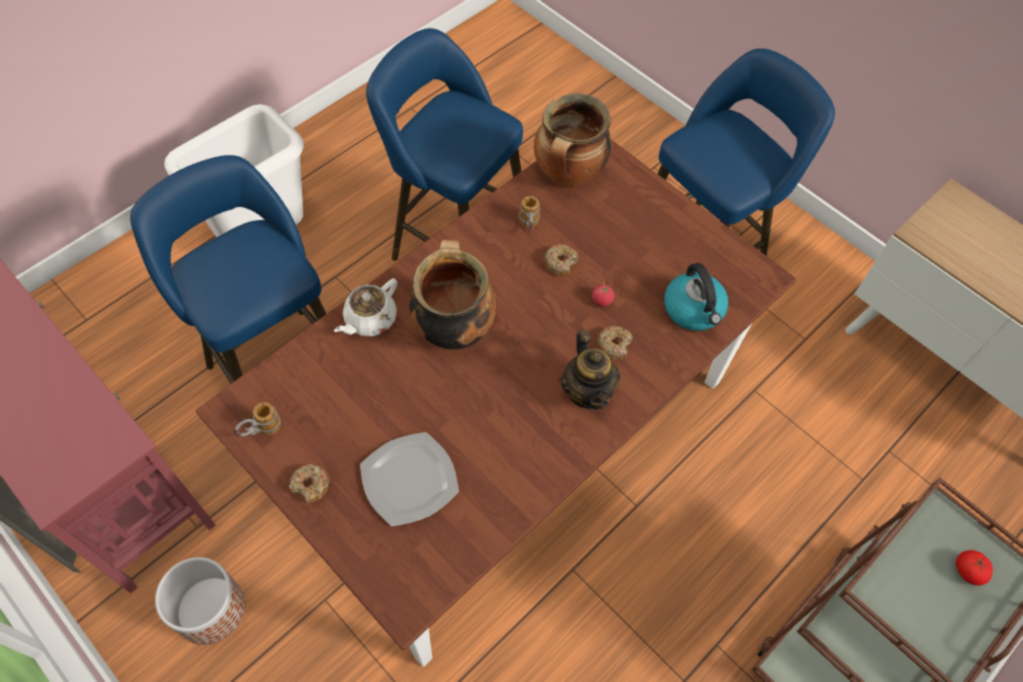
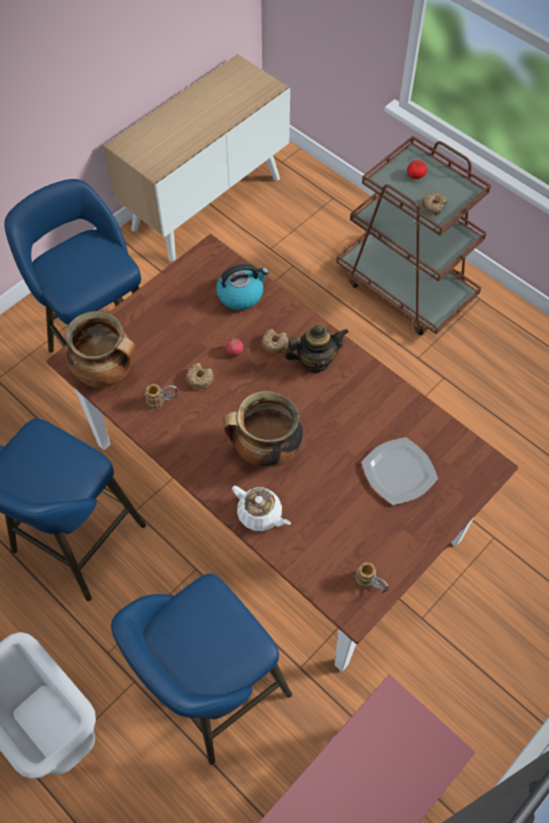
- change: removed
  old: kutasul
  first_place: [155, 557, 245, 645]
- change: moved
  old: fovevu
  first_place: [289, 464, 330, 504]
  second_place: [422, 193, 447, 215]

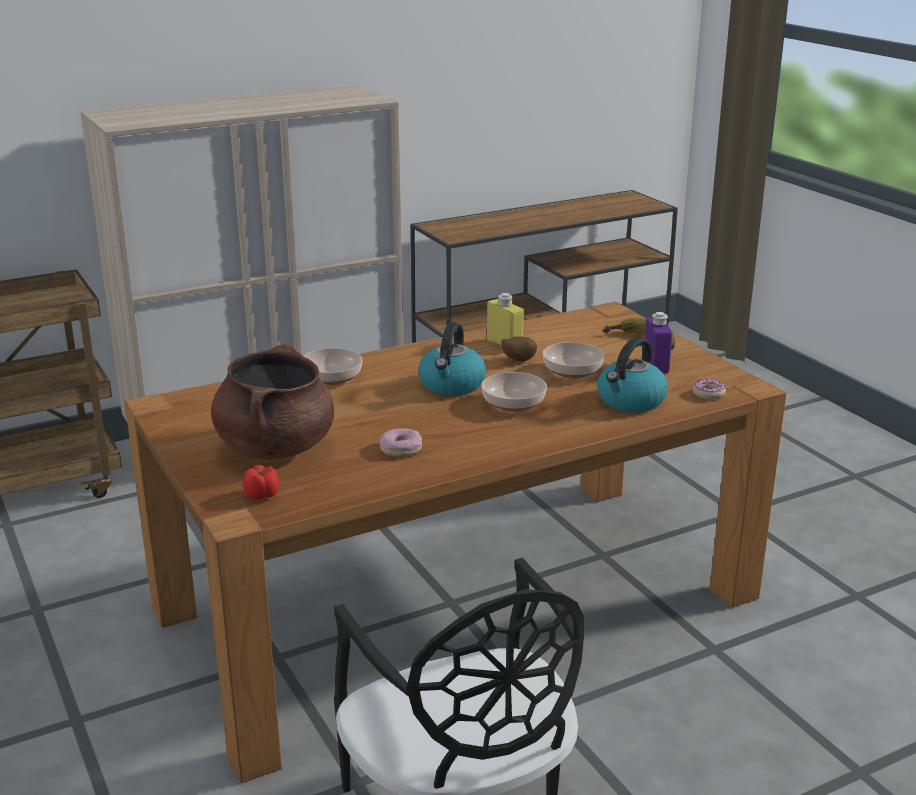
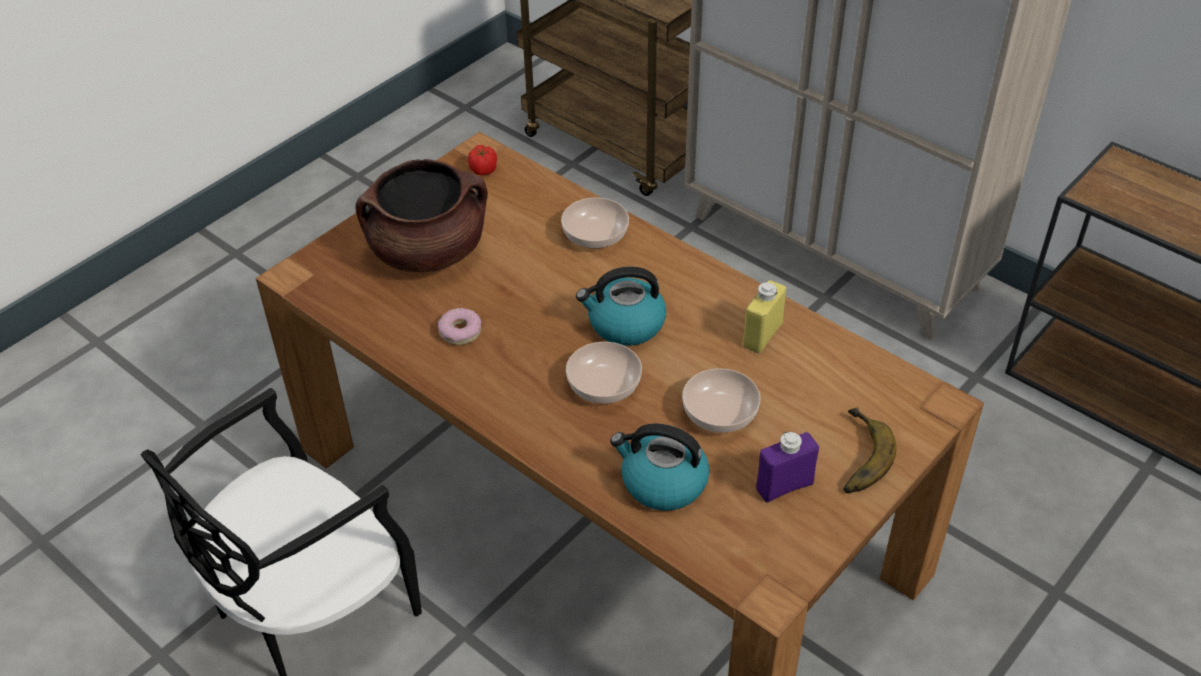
- change: removed
  old: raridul
  first_place: [501, 336, 537, 362]
- change: removed
  old: fovevu
  first_place: [692, 379, 726, 400]
- change: moved
  old: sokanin
  first_place: [243, 465, 279, 500]
  second_place: [468, 145, 497, 176]

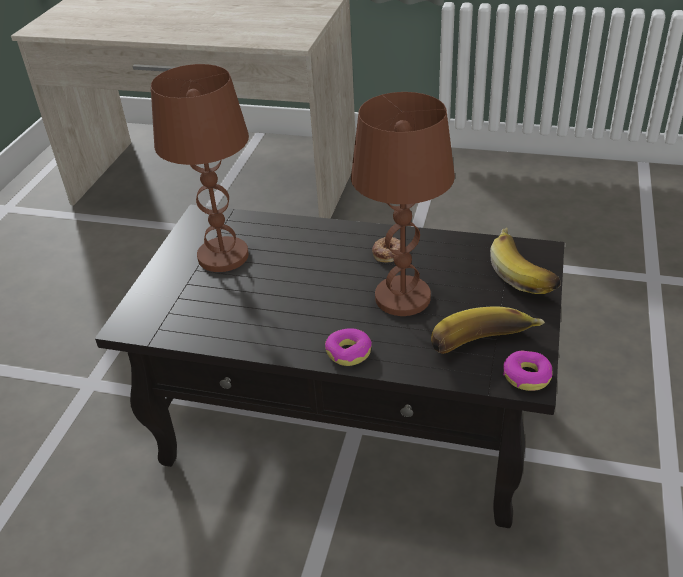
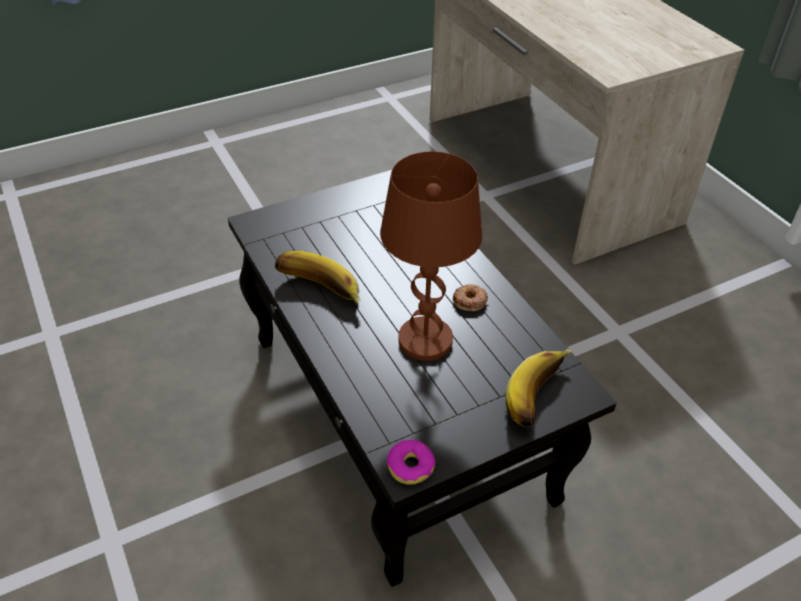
- change: removed
  old: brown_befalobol
  first_place: [151, 64, 249, 272]
- change: removed
  old: fovevu
  first_place: [325, 328, 372, 366]
- change: moved
  old: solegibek
  first_place: [431, 306, 545, 354]
  second_place: [275, 251, 361, 303]

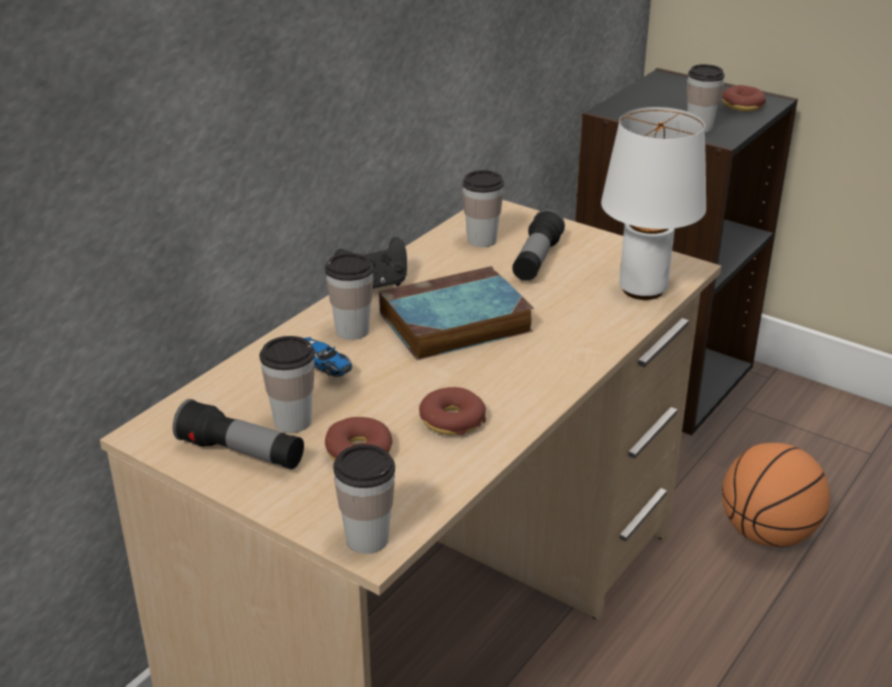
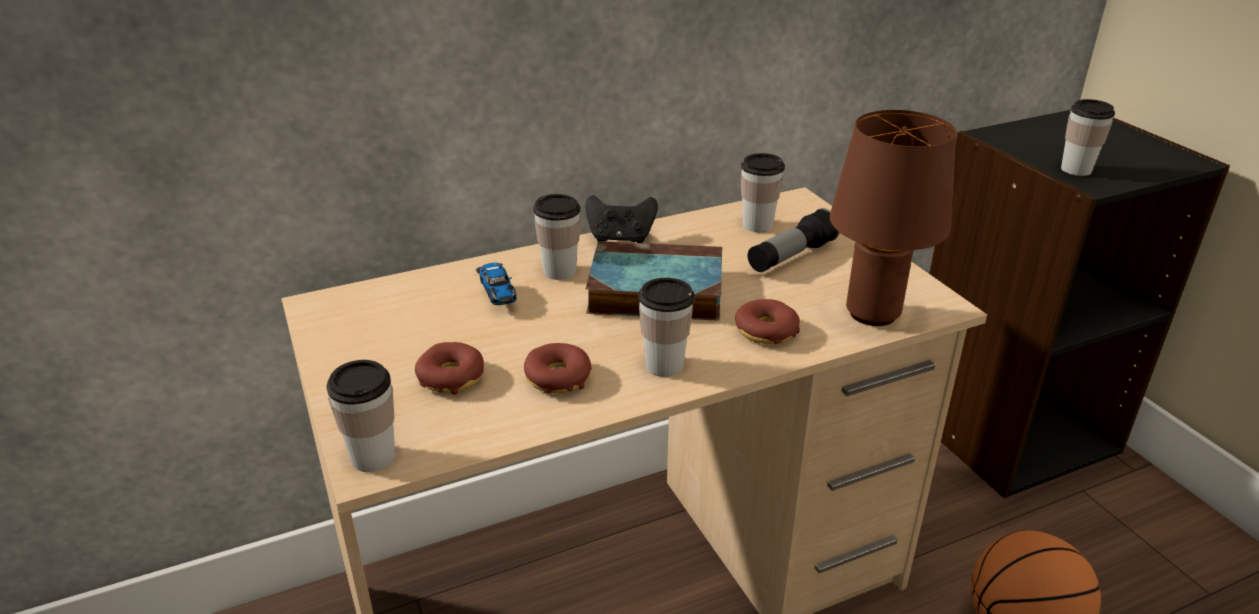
- change: removed
  old: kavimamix
  first_place: [173, 399, 304, 469]
- change: moved
  old: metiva
  first_place: [259, 336, 315, 433]
  second_place: [638, 278, 695, 377]
- change: moved
  old: fovevu
  first_place: [722, 85, 766, 112]
  second_place: [735, 299, 800, 344]
- change: recoloured
  old: white_befalobol
  new: brown_befalobol
  first_place: [601, 107, 706, 300]
  second_place: [830, 110, 957, 326]

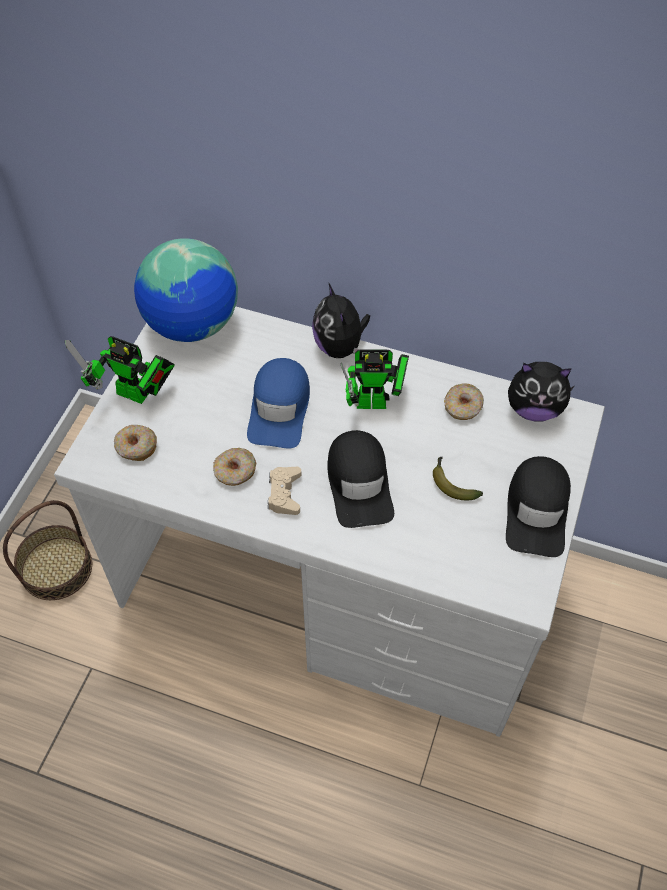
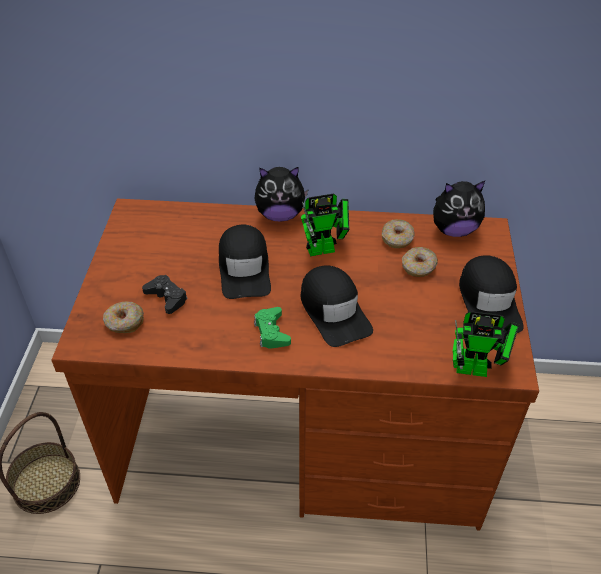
- change: removed
  old: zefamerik
  first_place: [134, 238, 238, 342]
- change: removed
  old: solegibek
  first_place: [433, 457, 483, 500]
- change: added
  new: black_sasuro
  second_place: [142, 275, 188, 314]
- change: moved
  old: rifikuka
  first_place: [65, 336, 175, 404]
  second_place: [453, 311, 519, 377]
- change: moved
  old: fovevu
  first_place: [213, 448, 256, 486]
  second_place: [402, 247, 438, 277]
- change: recoloured
  old: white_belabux
  new: brown_belabux
  first_place: [54, 306, 605, 737]
  second_place: [51, 198, 539, 531]
- change: recoloured
  old: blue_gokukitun
  new: black_gokukitun
  first_place: [247, 358, 310, 448]
  second_place: [219, 225, 271, 299]
- change: recoloured
  old: beige_sasuro
  new: green_sasuro
  first_place: [268, 467, 302, 515]
  second_place: [254, 307, 291, 349]
- change: turned
  old: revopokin
  first_place: [312, 284, 370, 358]
  second_place: [254, 166, 309, 222]
  degrees: -60

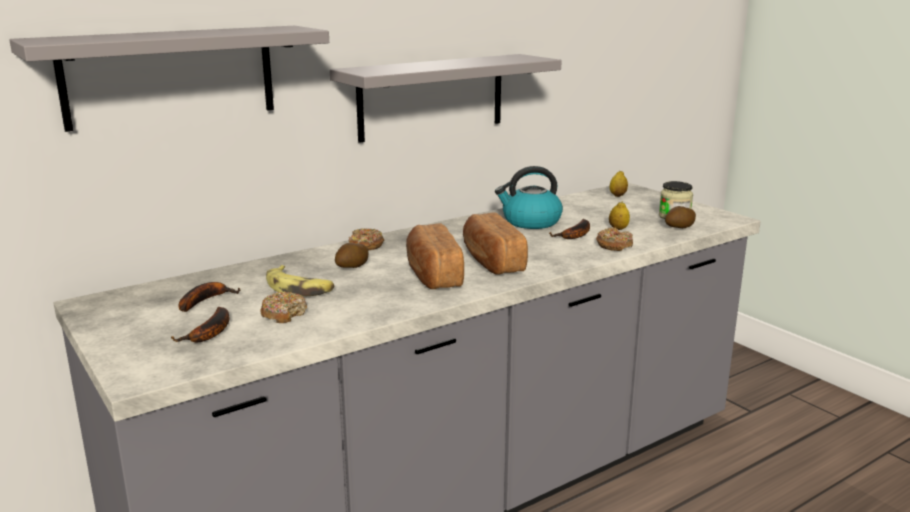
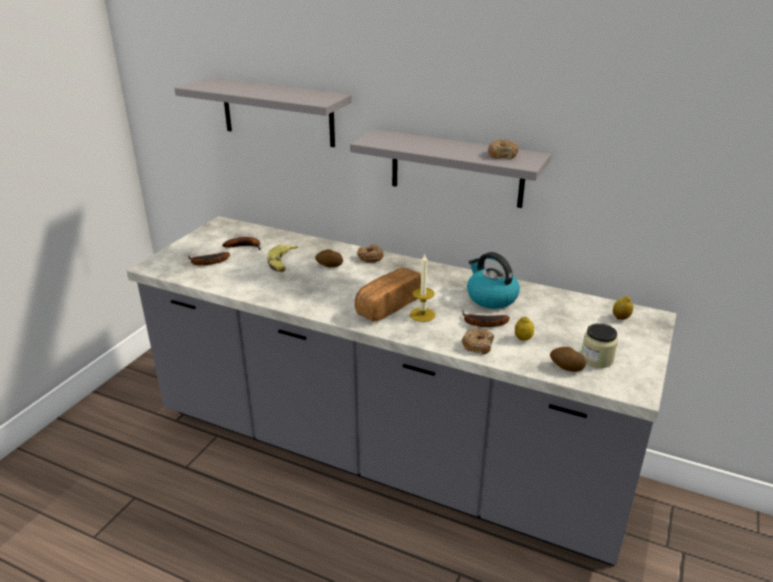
- change: removed
  old: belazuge
  first_place: [406, 223, 464, 289]
- change: added
  new: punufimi
  second_place: [410, 254, 436, 322]
- change: moved
  old: fovevu
  first_place: [260, 291, 307, 323]
  second_place: [488, 140, 519, 159]

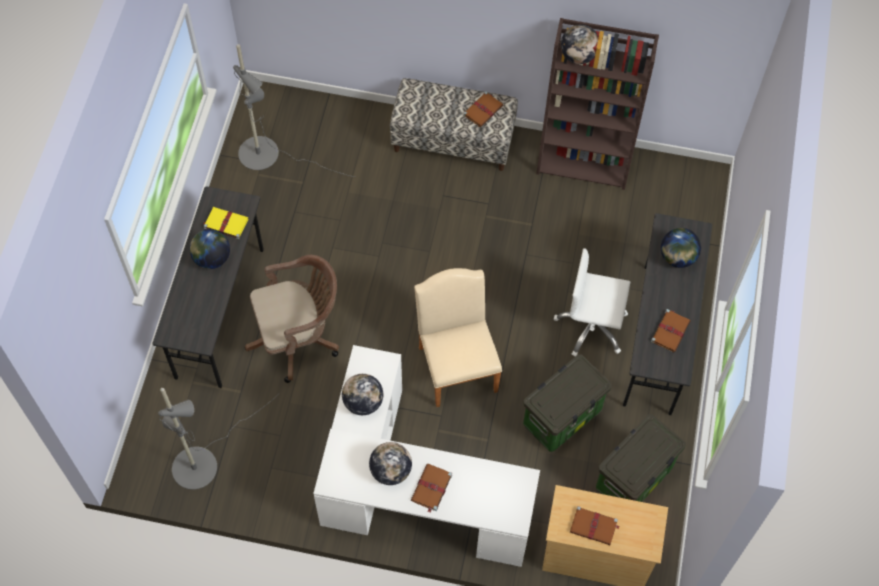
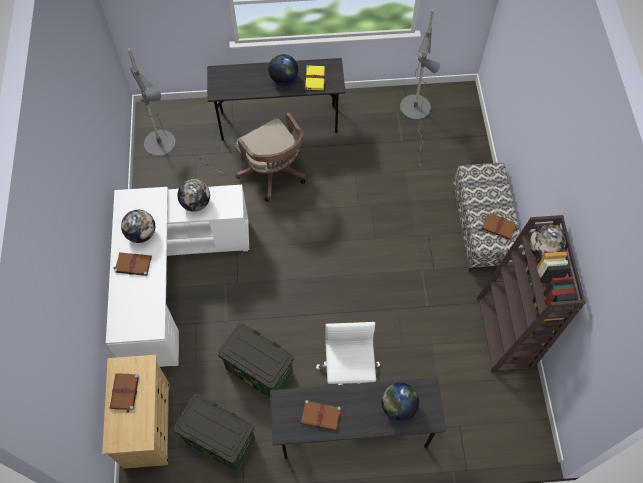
- change: removed
  old: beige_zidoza
  first_place: [414, 268, 502, 407]

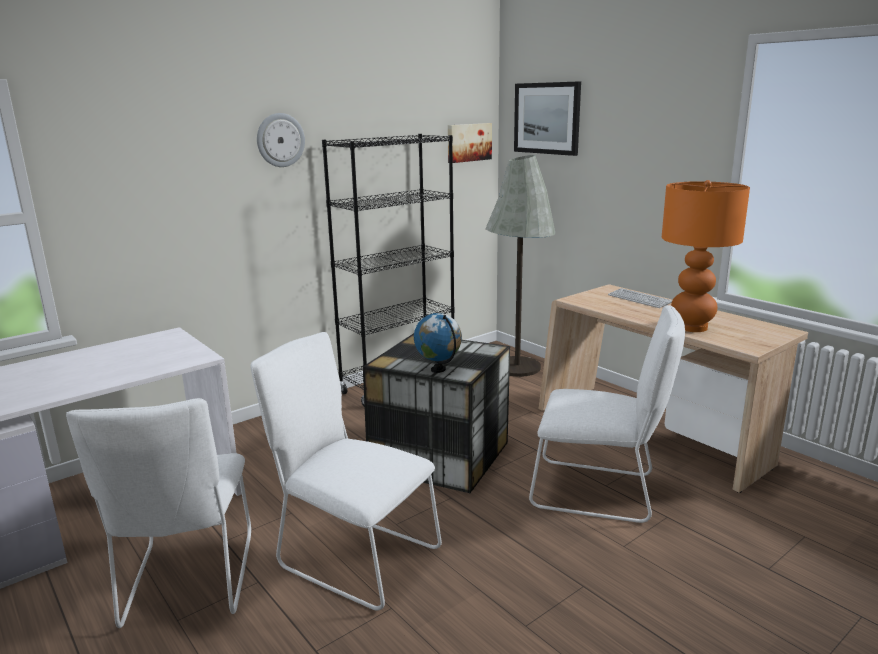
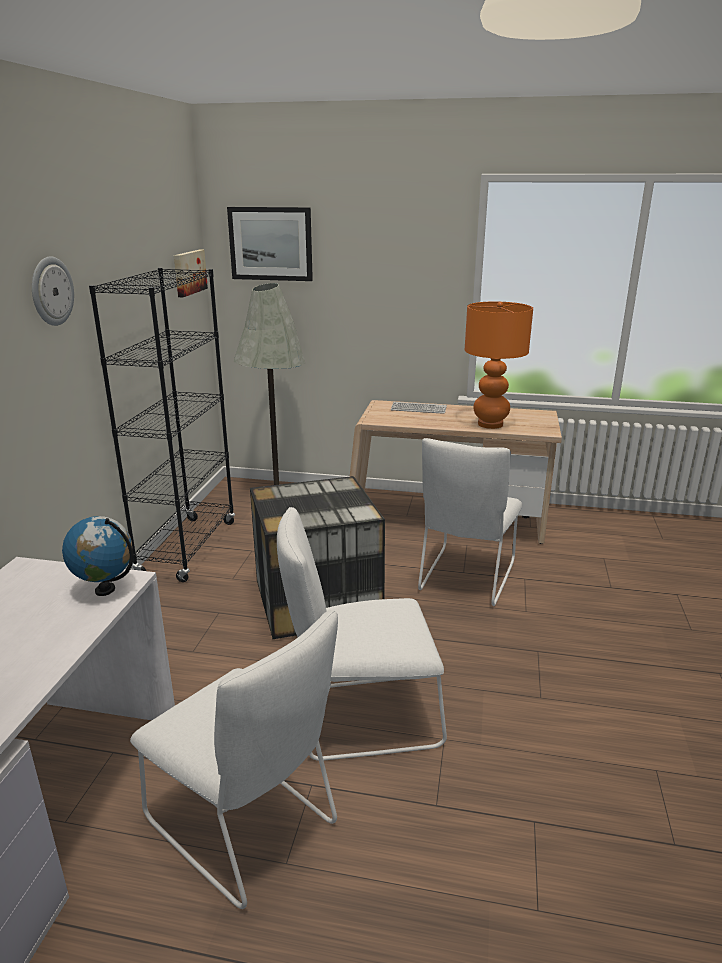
- change: moved
  old: zefamerik
  first_place: [414, 313, 462, 373]
  second_place: [62, 516, 133, 596]
- change: turned
  old: white_zidoza
  first_place: [529, 305, 685, 523]
  second_place: [418, 438, 522, 606]
  degrees: 135

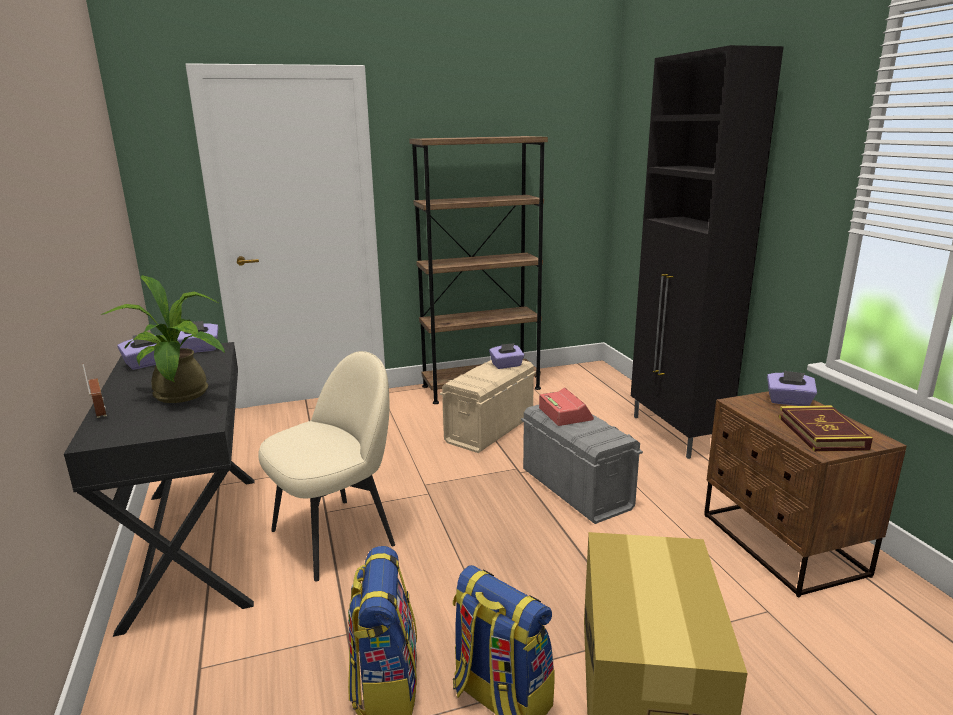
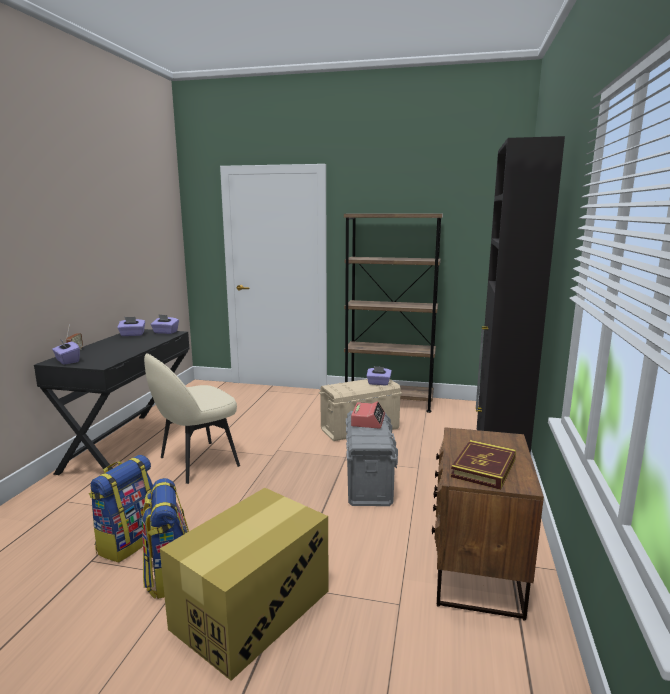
- change: removed
  old: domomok
  first_place: [101, 275, 225, 403]
- change: moved
  old: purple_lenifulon
  first_place: [767, 371, 817, 406]
  second_place: [52, 339, 80, 365]
- change: turned
  old: beige_zidoza
  first_place: [258, 351, 395, 582]
  second_place: [144, 354, 240, 484]
  degrees: 150

